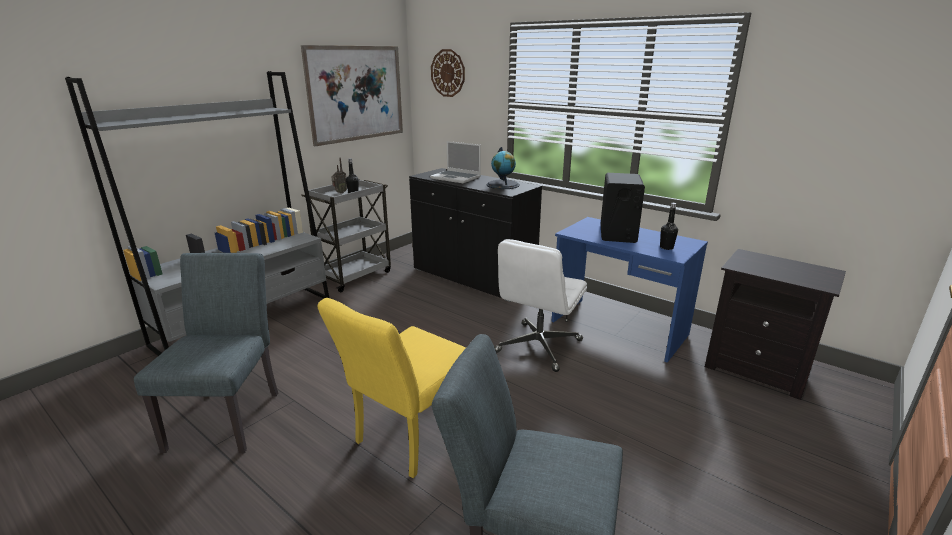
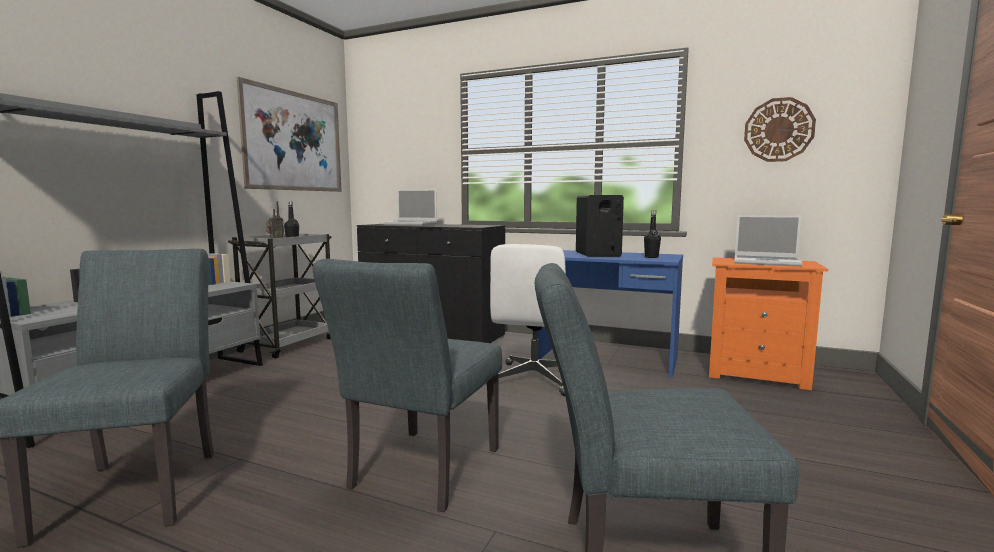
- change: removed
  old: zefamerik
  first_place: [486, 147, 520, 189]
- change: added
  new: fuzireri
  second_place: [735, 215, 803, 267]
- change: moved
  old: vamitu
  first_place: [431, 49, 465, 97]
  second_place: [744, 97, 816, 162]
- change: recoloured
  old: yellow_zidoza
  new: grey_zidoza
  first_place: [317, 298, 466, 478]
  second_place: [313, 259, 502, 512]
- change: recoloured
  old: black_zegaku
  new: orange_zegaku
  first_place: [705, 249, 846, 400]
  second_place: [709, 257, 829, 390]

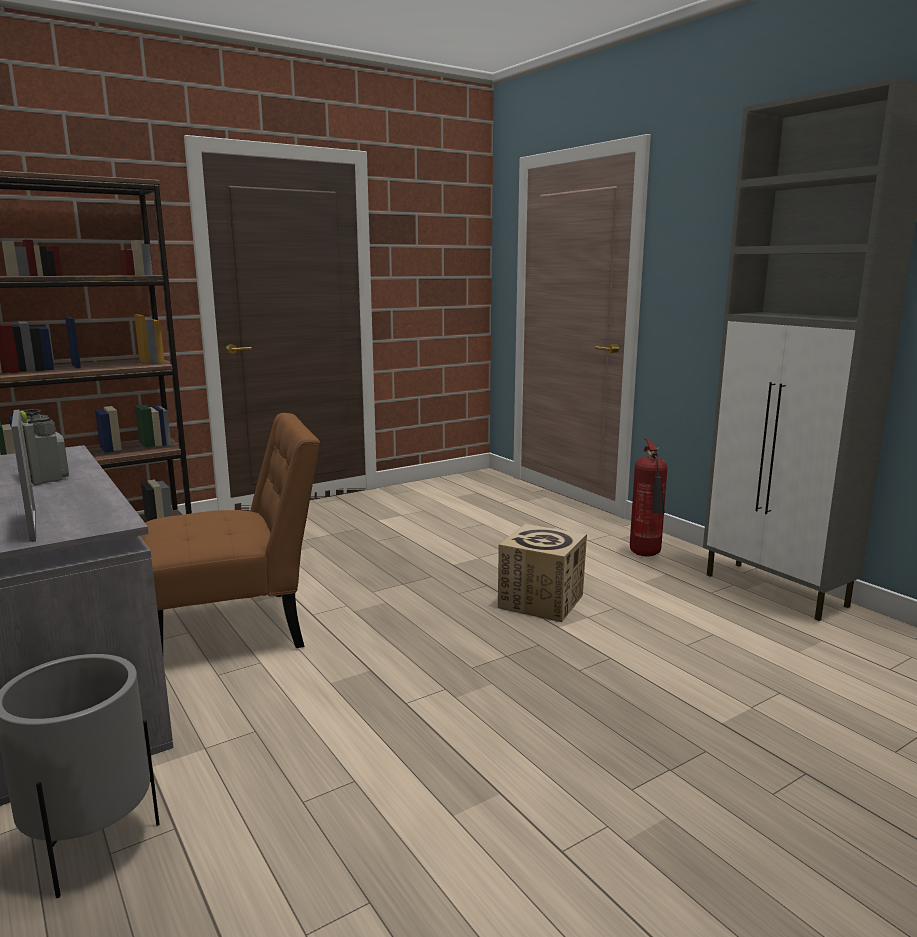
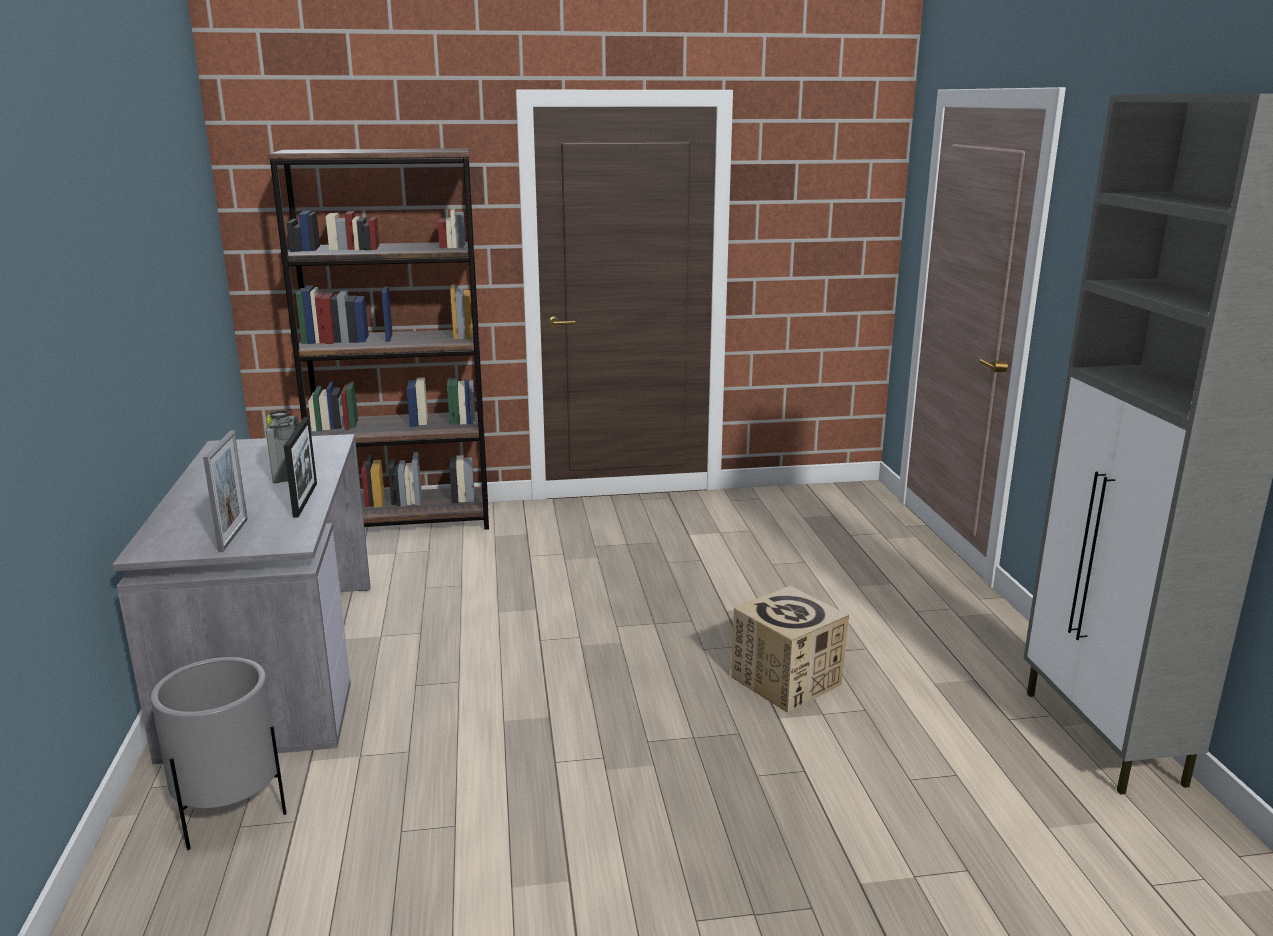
- change: removed
  old: brown_zidoza
  first_place: [140, 413, 320, 653]
- change: removed
  old: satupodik
  first_place: [630, 438, 667, 557]
- change: added
  new: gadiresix
  second_place: [284, 417, 317, 518]

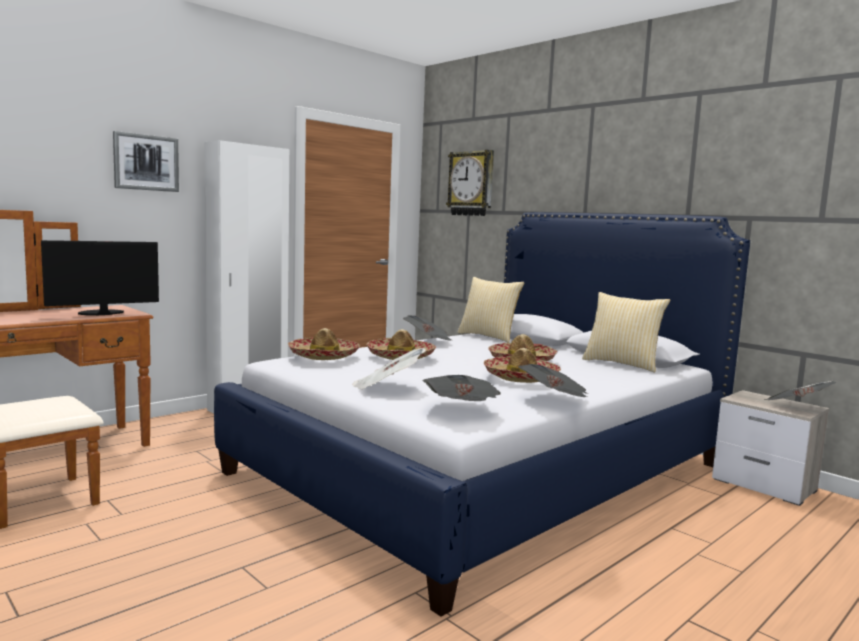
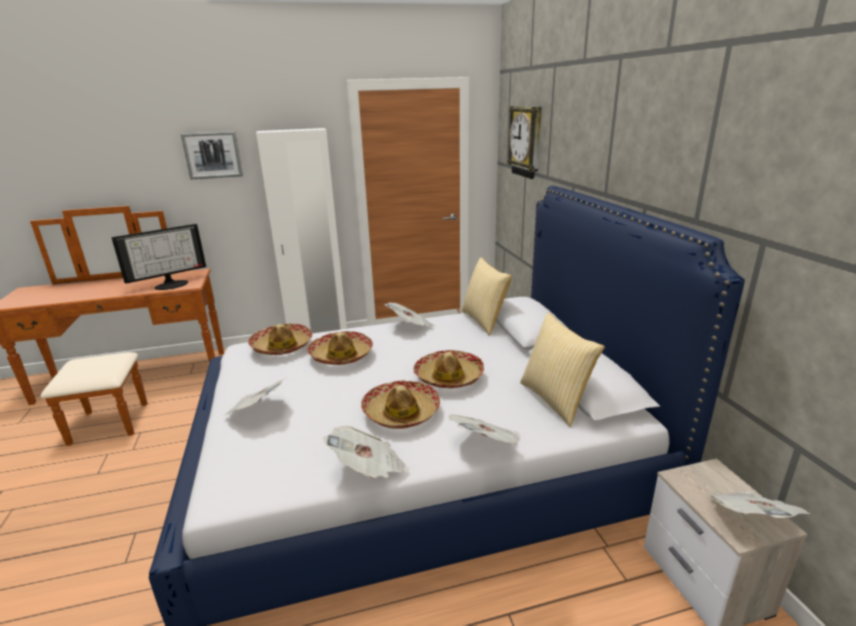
- change: moved
  old: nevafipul
  first_place: [423, 375, 501, 401]
  second_place: [448, 414, 519, 444]
- change: turned
  old: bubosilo
  first_place: [41, 240, 159, 315]
  second_place: [112, 224, 206, 290]
  degrees: 150

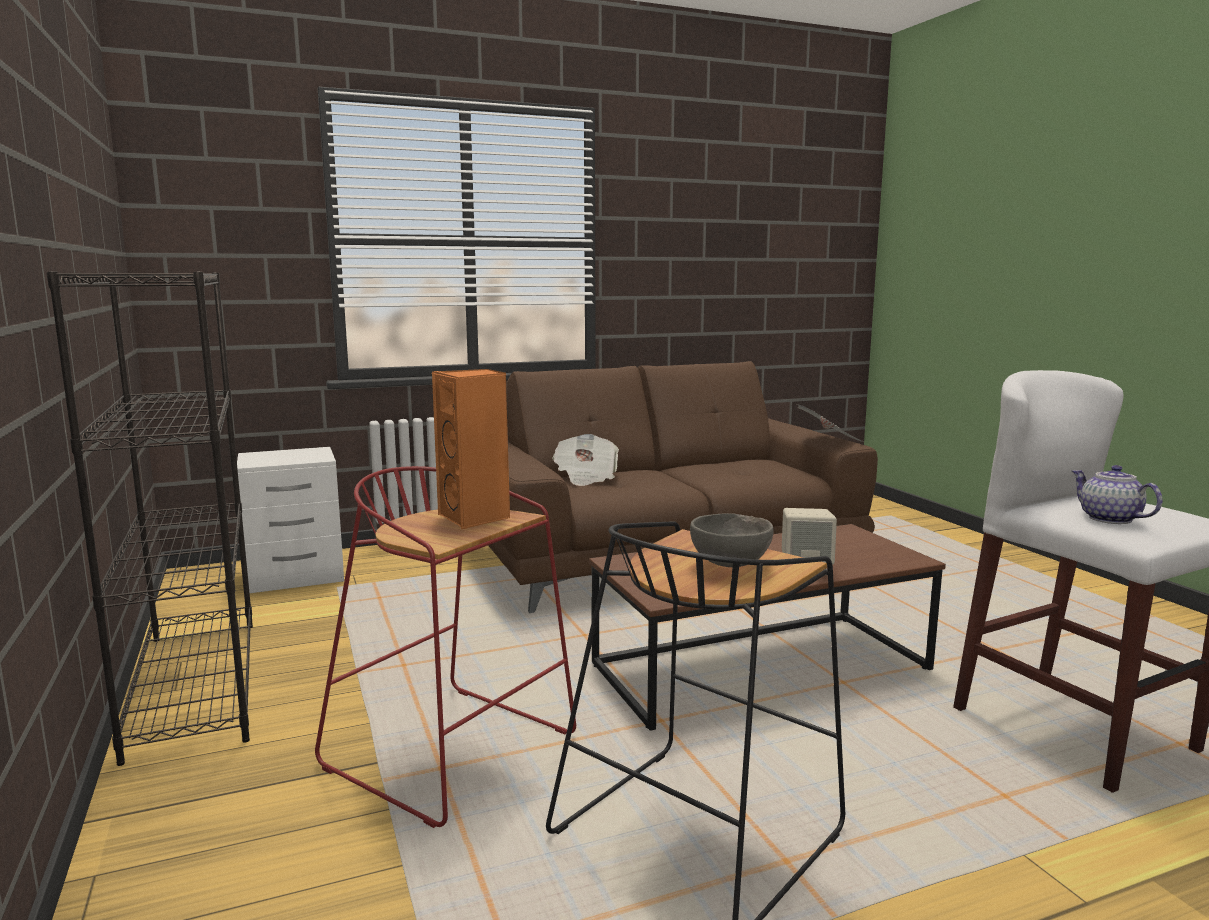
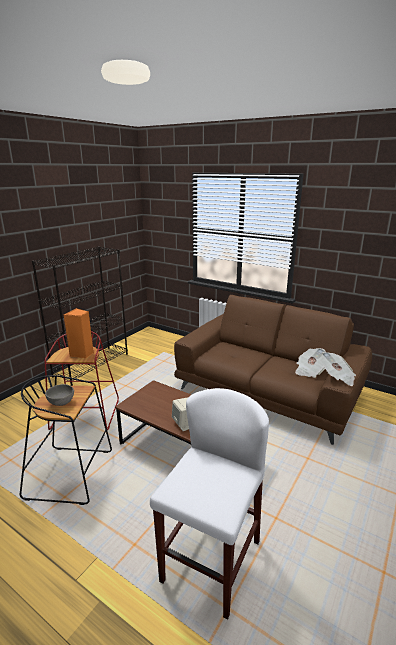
- change: removed
  old: white_zegaku
  first_place: [237, 447, 344, 593]
- change: removed
  old: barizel
  first_place: [1072, 465, 1162, 524]
- change: moved
  old: nevafipul
  first_place: [552, 434, 619, 486]
  second_place: [295, 348, 326, 378]

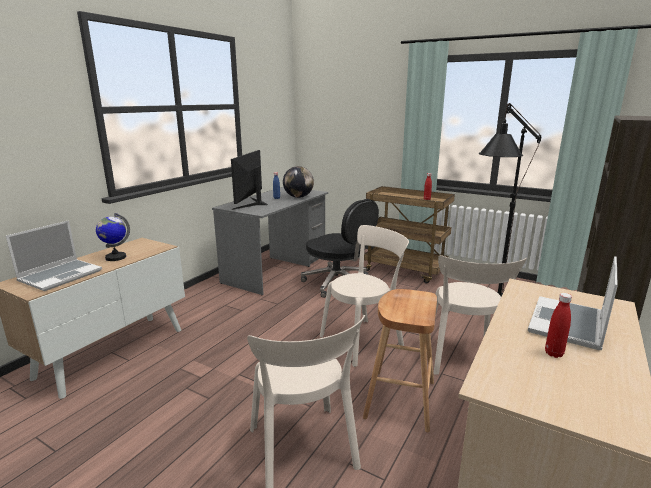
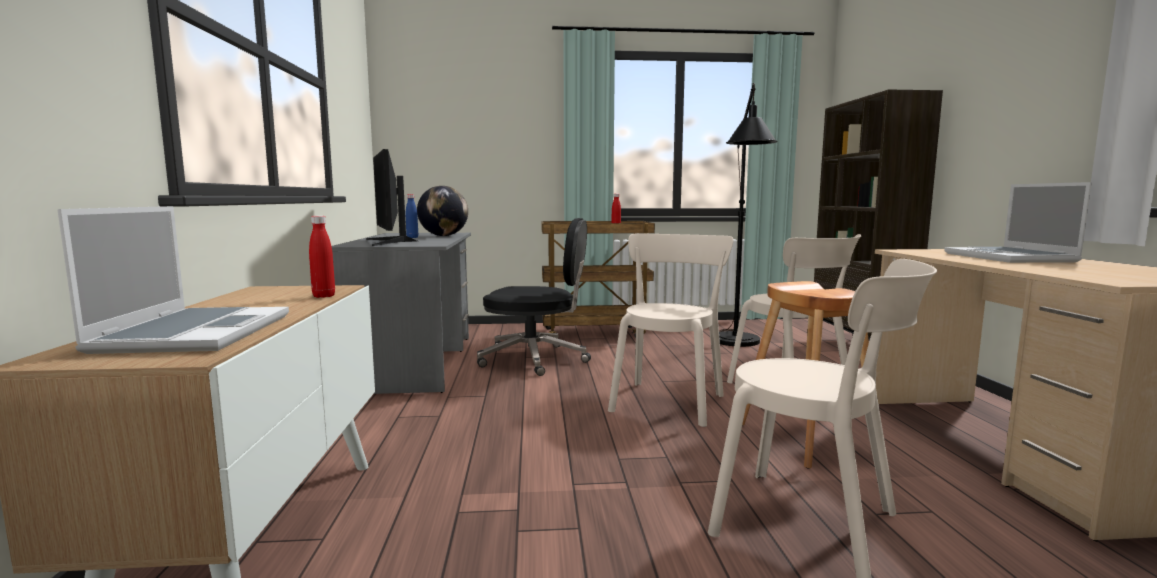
- change: removed
  old: zefamerik
  first_place: [96, 213, 130, 261]
- change: moved
  old: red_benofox
  first_place: [545, 293, 572, 358]
  second_place: [309, 216, 335, 298]

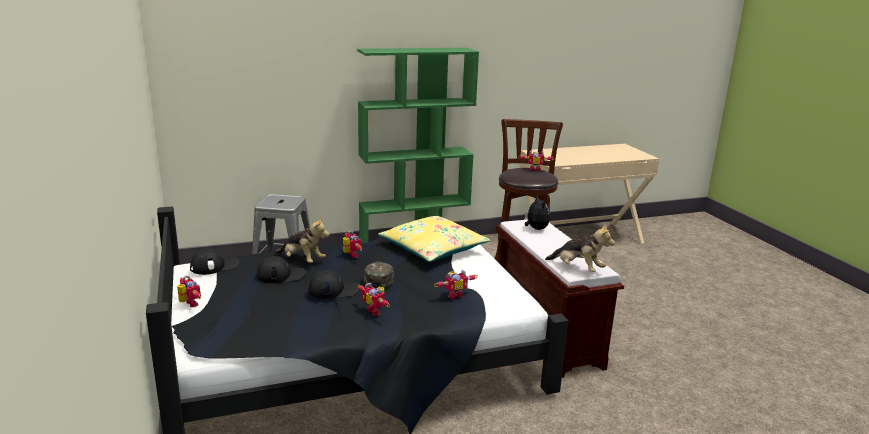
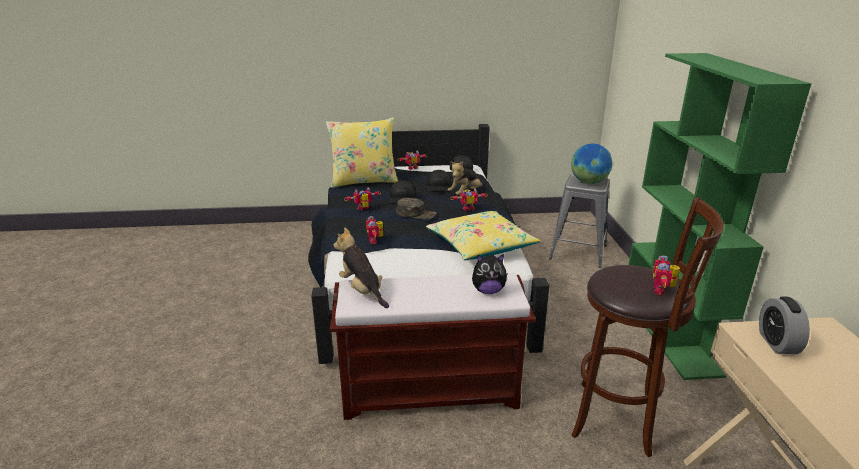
- change: added
  new: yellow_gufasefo
  second_place: [326, 118, 398, 188]
- change: added
  new: zefamerik
  second_place: [571, 144, 613, 184]
- change: added
  new: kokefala
  second_place: [759, 296, 810, 354]
- change: turned
  old: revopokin
  first_place: [545, 223, 615, 272]
  second_place: [334, 227, 389, 308]
  degrees: 90

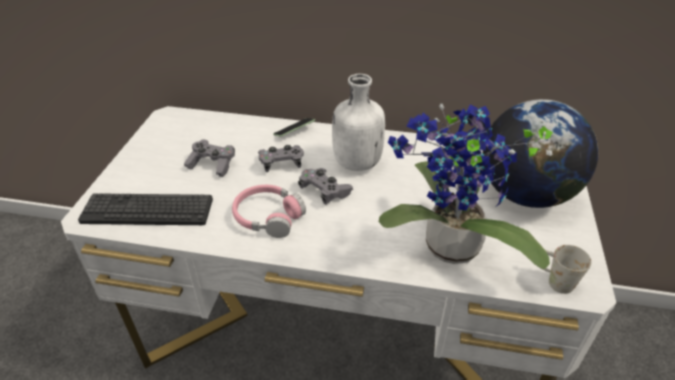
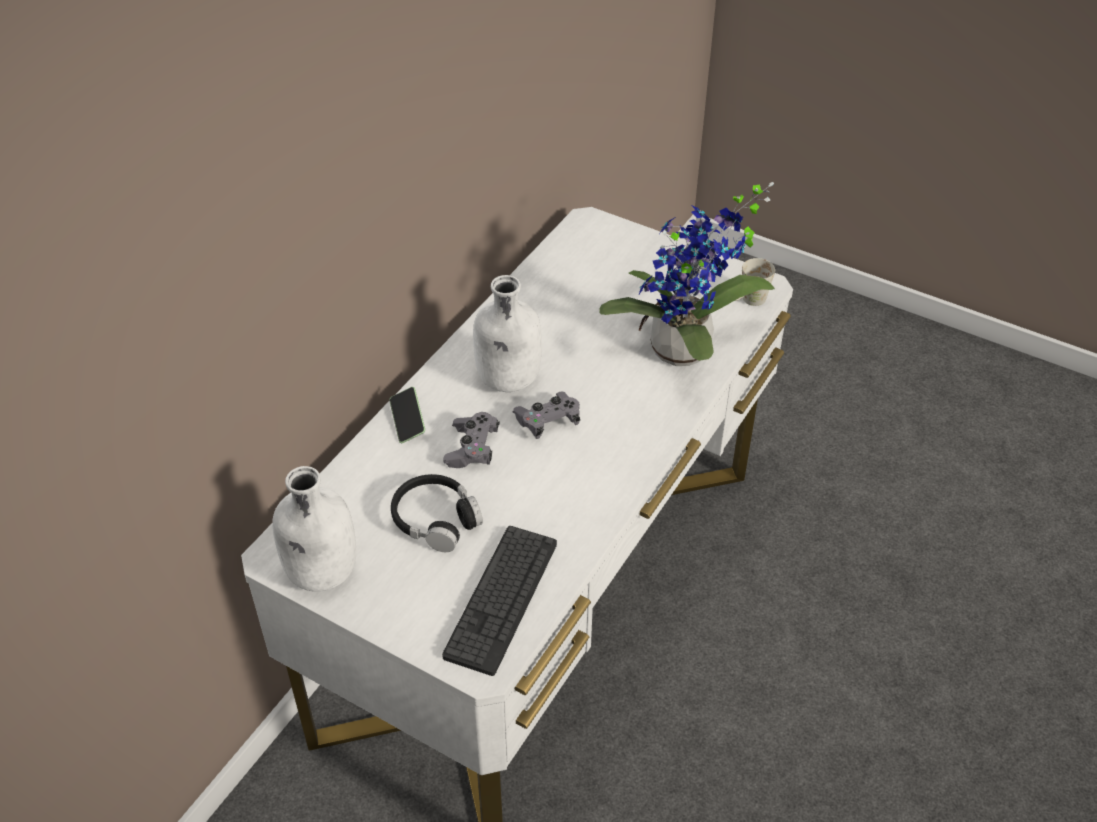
- change: removed
  old: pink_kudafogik
  first_place: [232, 185, 306, 238]
- change: removed
  old: zefamerik
  first_place: [482, 99, 598, 208]
- change: added
  new: white_benofox
  second_place: [272, 466, 356, 592]
- change: replaced
  old: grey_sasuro
  new: black_kudafogik
  first_place: [184, 139, 235, 177]
  second_place: [391, 474, 483, 552]

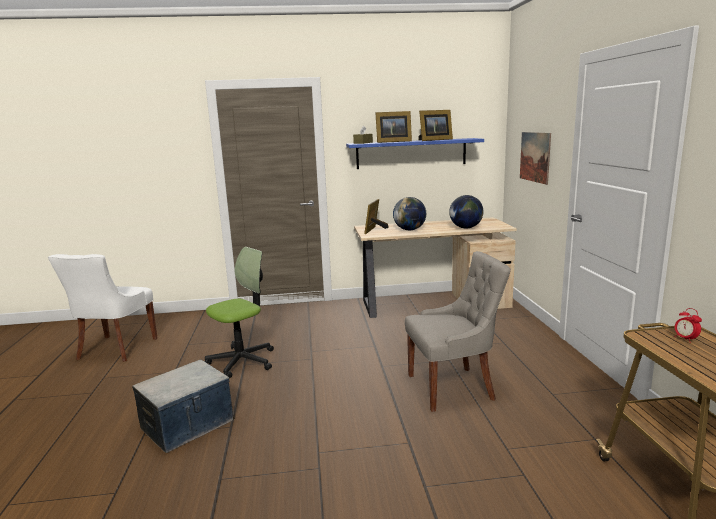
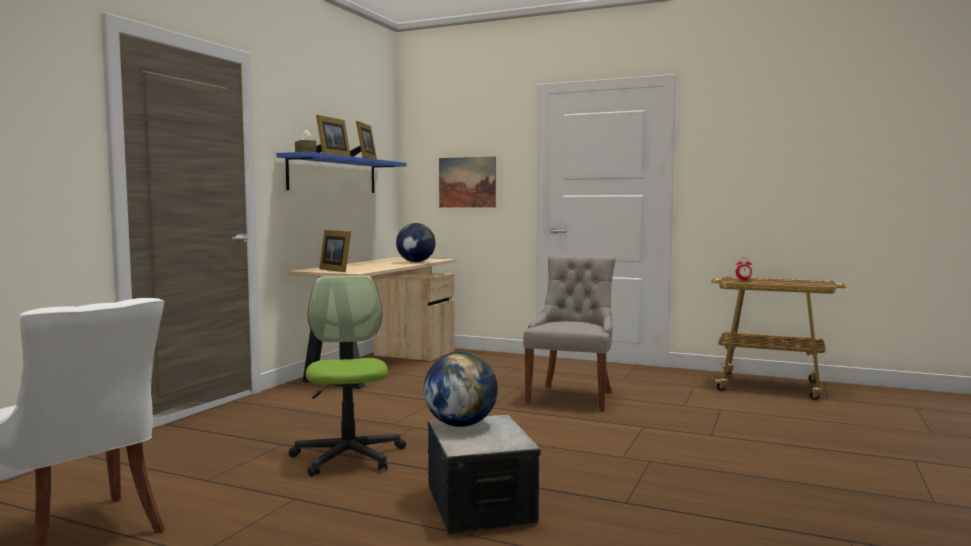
- change: moved
  old: zefamerik
  first_place: [393, 197, 426, 230]
  second_place: [424, 352, 498, 427]

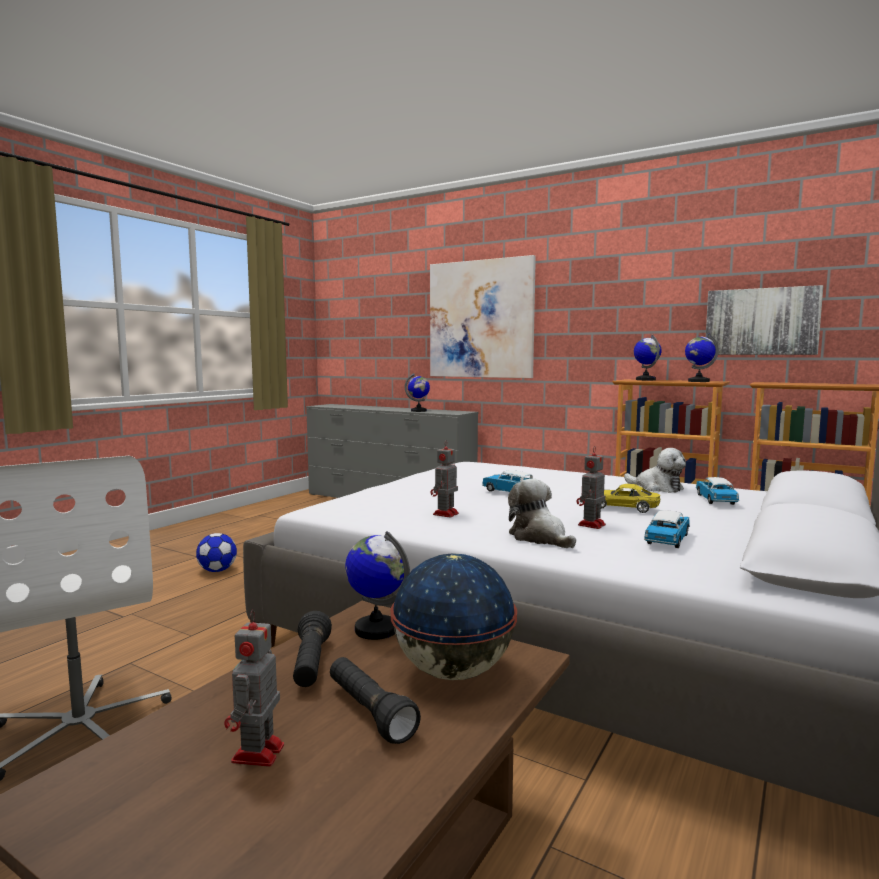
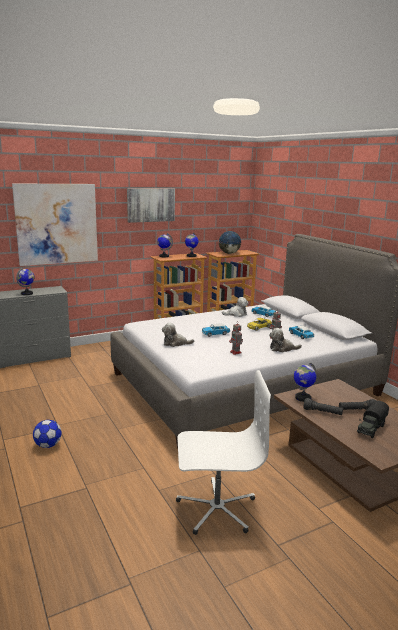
- change: added
  new: revopokin
  second_place: [162, 323, 194, 347]
- change: moved
  old: zefamerik
  first_place: [390, 553, 517, 680]
  second_place: [218, 231, 242, 254]
- change: moved
  old: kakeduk
  first_place: [706, 285, 823, 355]
  second_place: [127, 188, 175, 223]
- change: replaced
  old: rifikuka
  new: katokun
  first_place: [224, 610, 284, 767]
  second_place: [357, 401, 389, 438]

